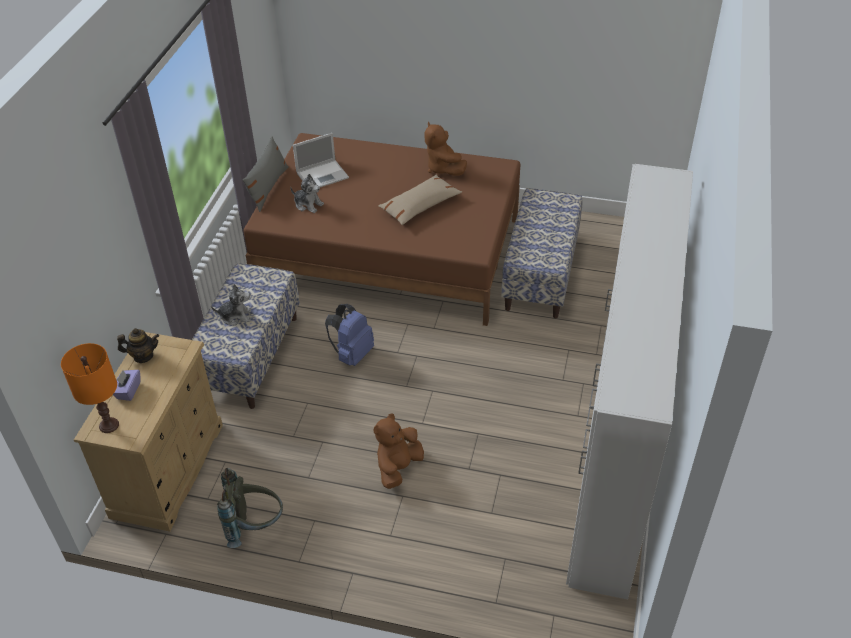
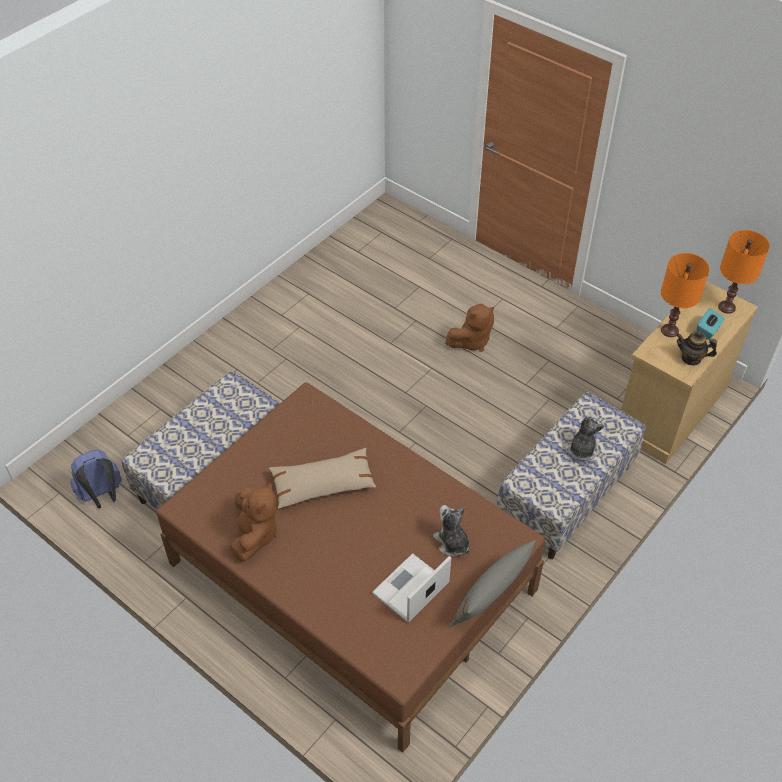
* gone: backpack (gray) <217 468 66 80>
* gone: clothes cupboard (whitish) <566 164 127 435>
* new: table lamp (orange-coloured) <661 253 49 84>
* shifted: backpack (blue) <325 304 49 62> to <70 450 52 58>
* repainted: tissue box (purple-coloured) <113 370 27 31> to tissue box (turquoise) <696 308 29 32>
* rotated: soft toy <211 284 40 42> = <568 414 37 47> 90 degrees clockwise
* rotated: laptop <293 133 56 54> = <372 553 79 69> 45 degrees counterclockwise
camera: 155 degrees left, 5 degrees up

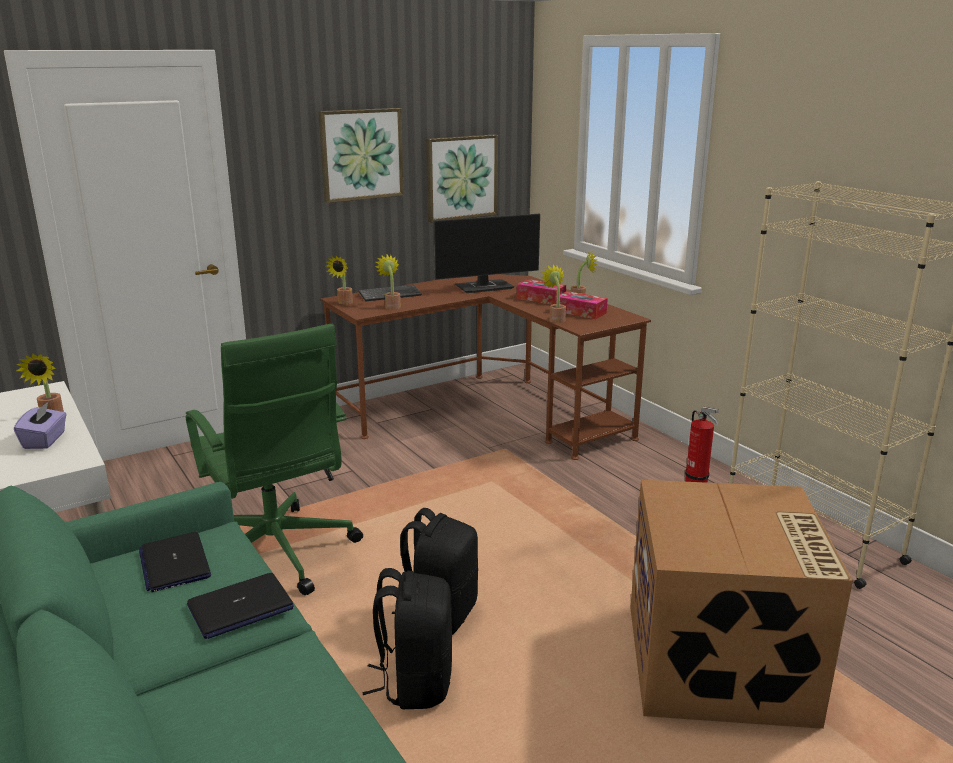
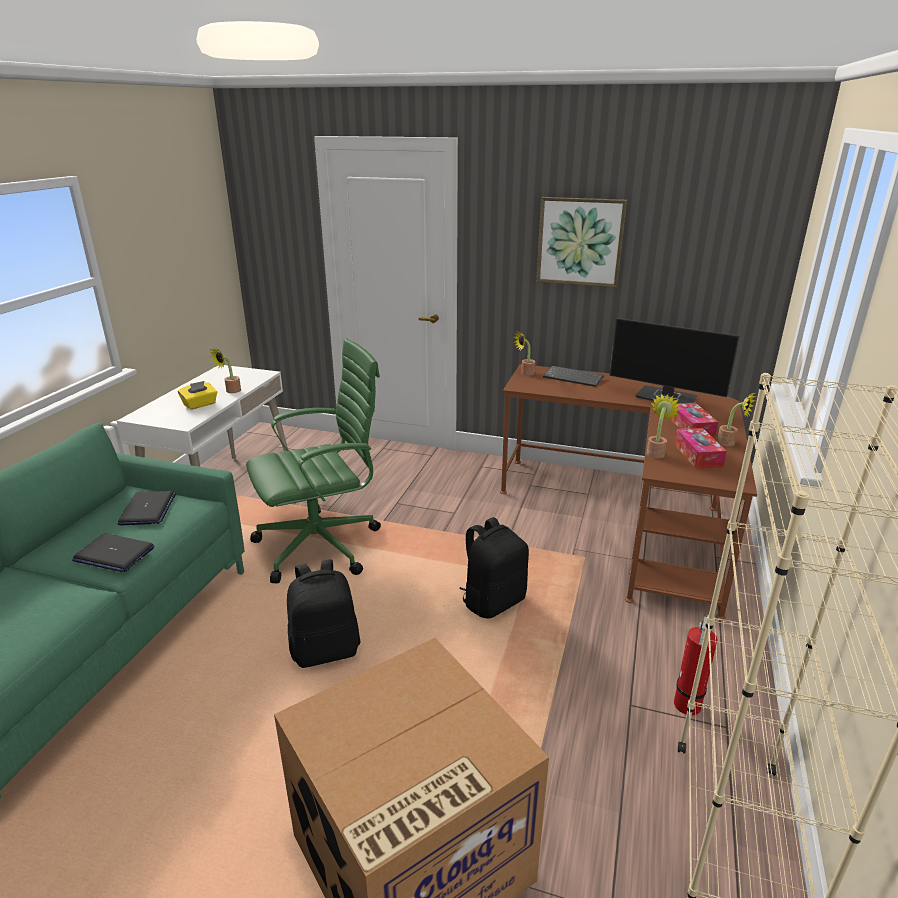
* gone: plant in a pot <375 255 26 55>
* gone: wall art <426 134 72 89>
* shifted: backpack (black) <362 568 90 141> to <459 517 70 101>
* repainted: tissue box (purple-coloured) <14 401 53 48> to tissue box (yellowish) <178 381 39 29>
* rotated: laptop <139 532 72 60> = <118 491 58 34> 150 degrees clockwise
* rotated: office chair (green) <186 324 177 271> = <246 338 135 246> 135 degrees counterclockwise
camera: 50 degrees right, 5 degrees up

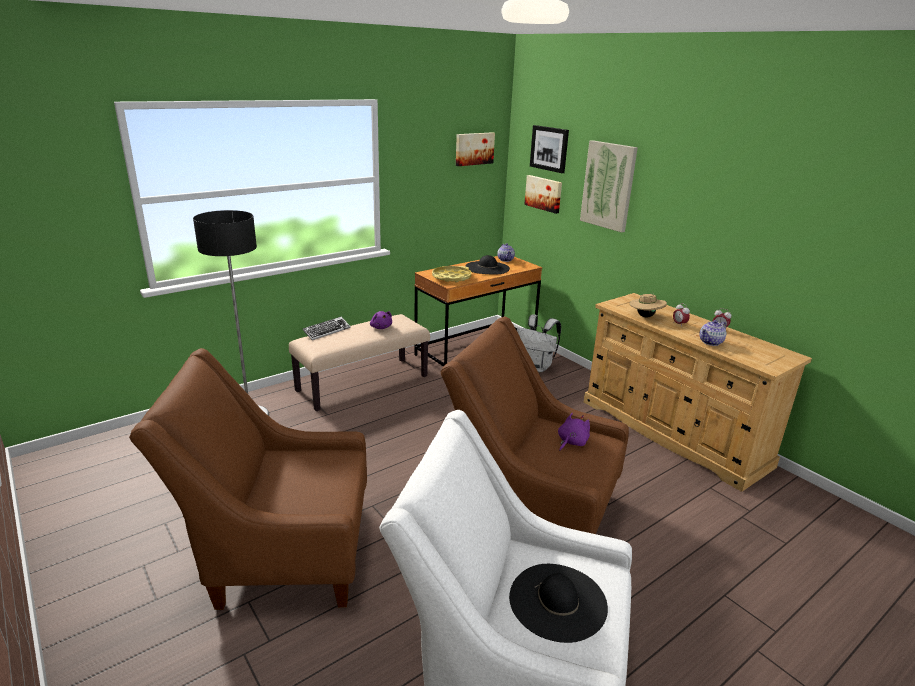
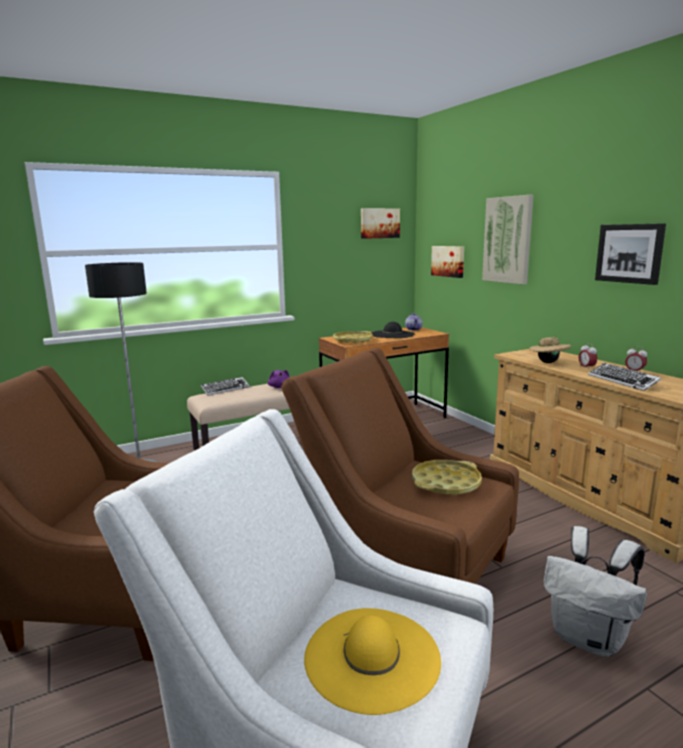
* shifted: backpack (whitish) <517 314 44 58> to <543 526 104 132>
* shifted: wall art <530 125 39 48> to <595 223 71 62>
* swapped: soft toy (purple-coloured) <558 413 32 38> to tray (yellowish) <412 460 70 35>
* swapped: pot for tea <699 320 27 26> to computer keyboard <588 363 73 28>
* repainted: wearable hat (black) <509 564 99 79> to wearable hat (yellowish) <304 608 137 107>
camera: 10 degrees right, 10 degrees down

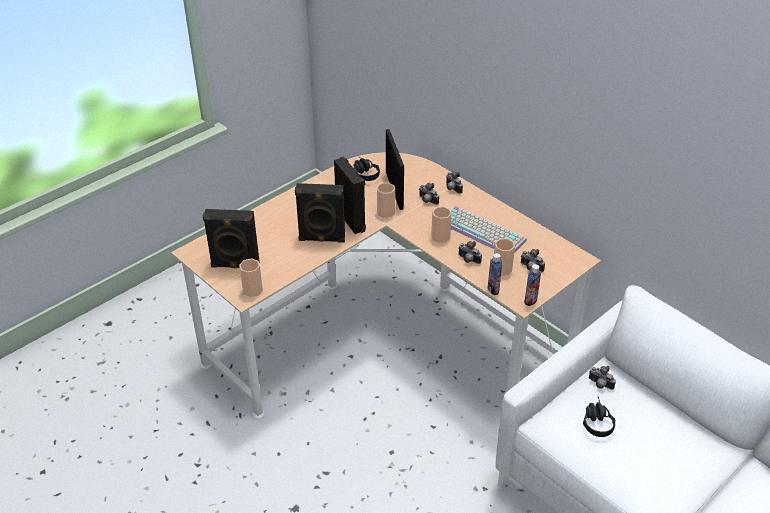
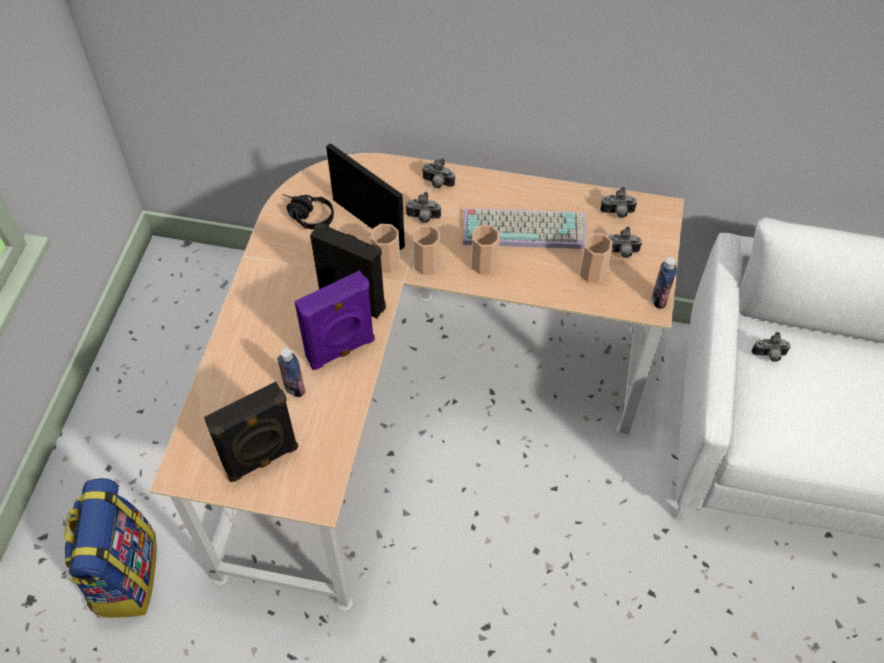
* gone: headphones (black) <583 397 32 40>
* new: backpack <64 478 92 140>
* shifted: small cup <239 258 24 39> to <413 225 28 50>
* shifted: still camera <458 241 24 23> to <600 187 37 31>
* shifted: beverage bottle <488 253 14 42> to <277 348 28 49>
* repainted: speaker (black) <295 183 50 60> to speaker (purple-coloured) <294 270 81 100>
camera: 35 degrees left, 15 degrees up

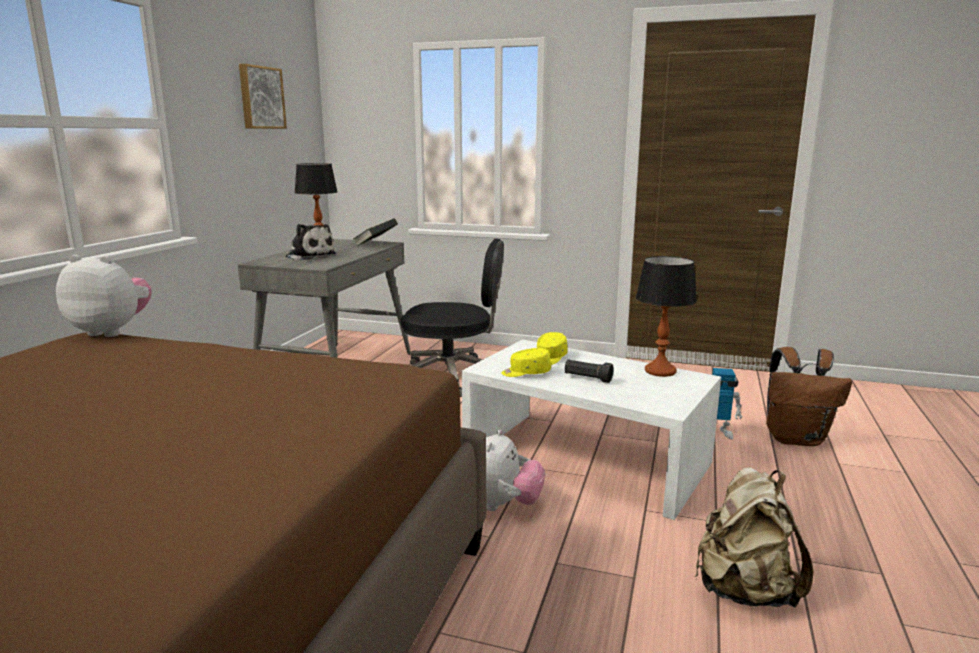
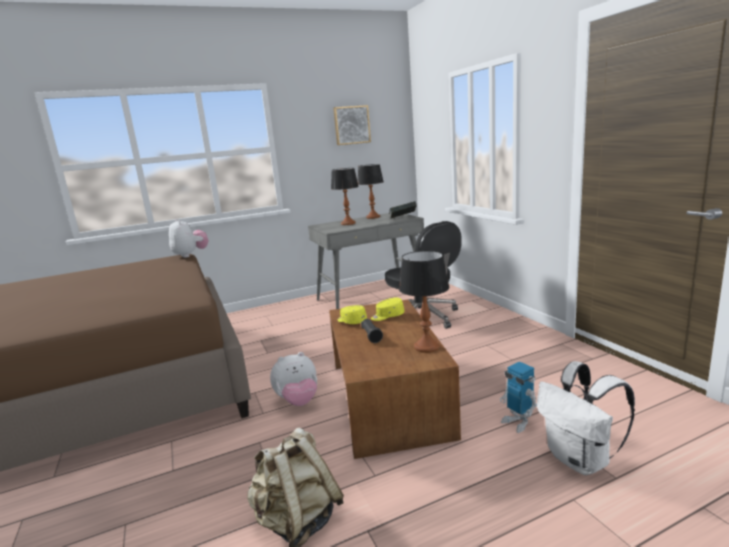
* swapped: soft toy <284 224 52 36> to table lamp <331 168 28 57>
* repainted: coffee table (whitish) <462 340 259 180> to coffee table (brown) <329 300 132 159>
* repainted: backpack (brown) <766 347 86 99> to backpack (whitish) <537 361 98 114>
camera: 50 degrees right, 0 degrees up

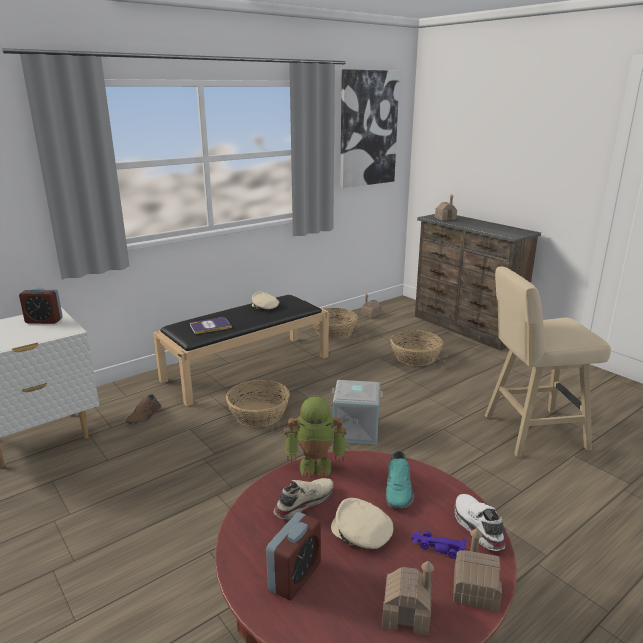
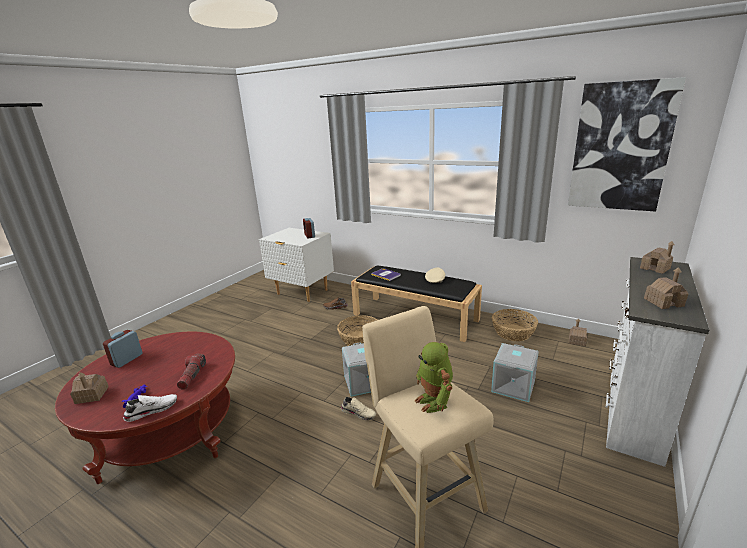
* gone: baseball cap (sand-coloured) <331 498 62 51>
* shifted: item of footwear (sand-coloured) <273 478 61 41> to <341 397 35 23>
* shifted: model robot <285 395 61 84> to <415 342 38 71>
* shifted: toy house <453 528 49 84> to <644 267 44 42>
* swapped: item of footwear (turquoise) <386 451 28 57> to hand torch <177 353 29 37>
* swapped: storage basket <390 330 53 36> to storage box (gray) <491 343 48 59>
* repainted: drawer chest (brown) <415 214 126 137> to drawer chest (whitish) <606 257 103 210>
* rotated: table clock <266 512 55 89> = <103 330 40 38> 105 degrees clockwise
camera: 70 degrees right, 0 degrees up

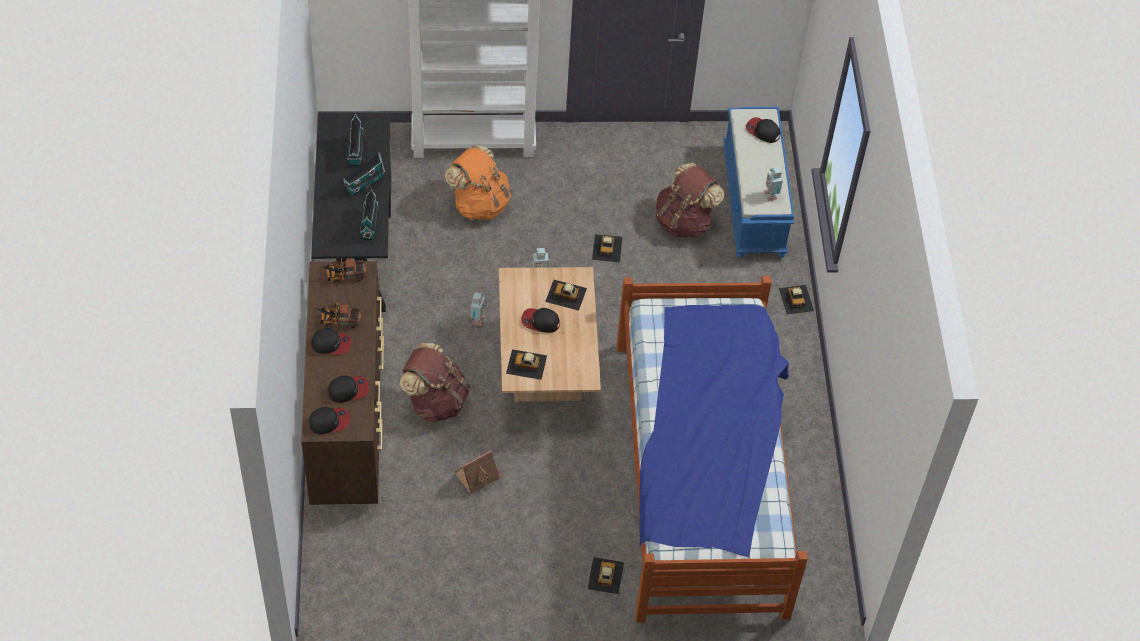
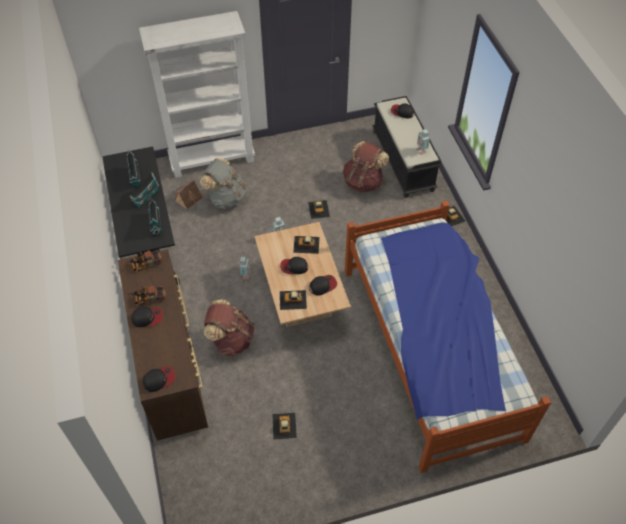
* shifted: baseball cap <328 376 41 27> to <309 275 28 20>
* shifted: toy house <455 450 49 44> to <174 180 30 29>
* shifted: toy car <588 557 36 37> to <272 413 25 27>
* repainted: backpack (orange-coloured) <445 145 66 75> to backpack (gray) <200 158 47 51>
* repainted: bench (blue) <723 107 71 151> to bench (black) <372 96 70 102>
camera: 10 degrees left, 0 degrees up

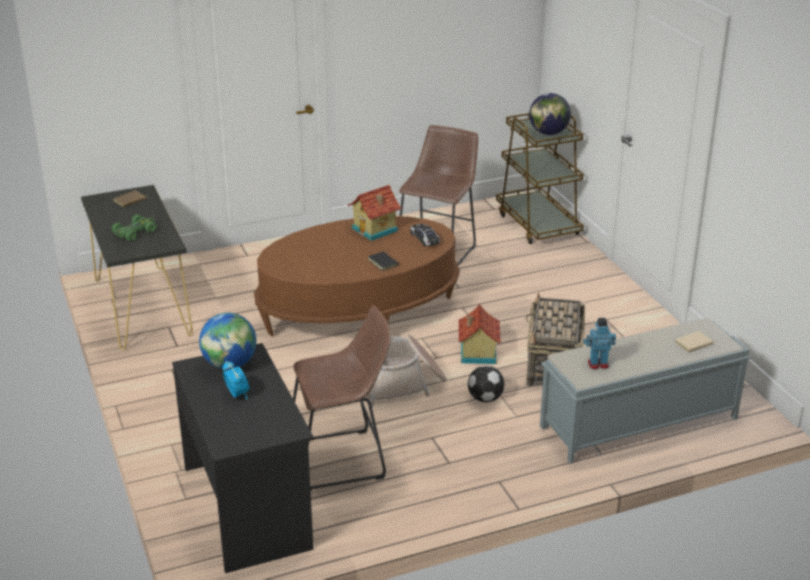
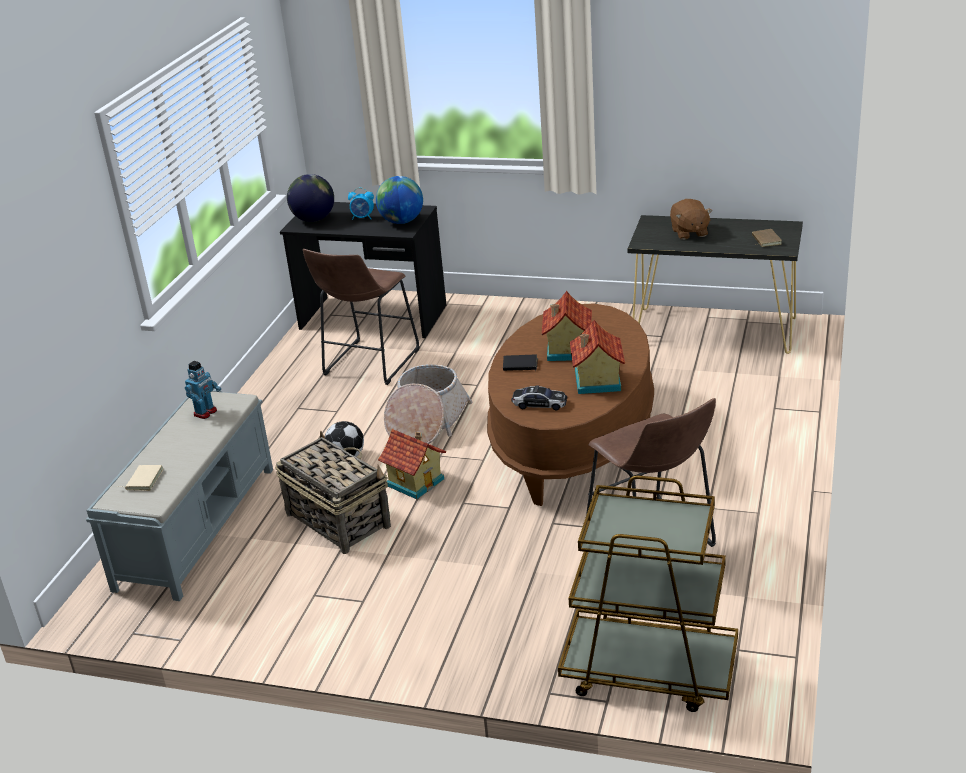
* new: toy house <542 291 50 70>
* shifted: world globe <529 93 42 42> to <287 174 47 48>
* swapped: toy car (green) <112 214 44 27> to soft toy (brown) <670 199 42 41>
camera: 130 degrees right, 0 degrees up

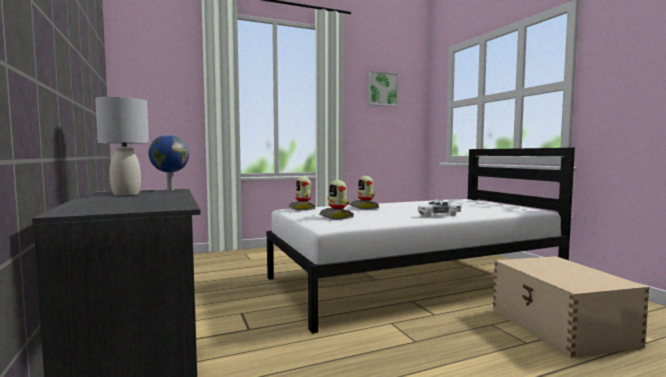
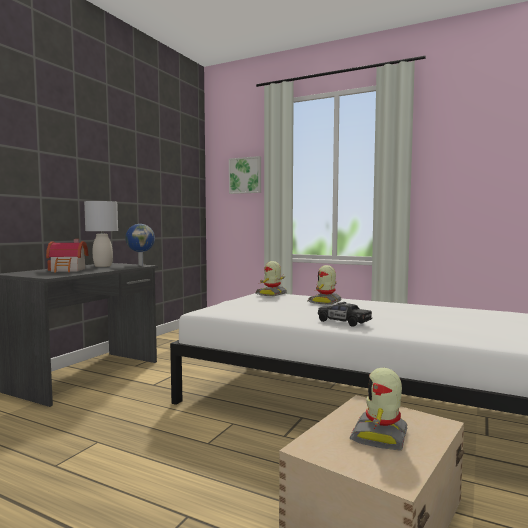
* new: toy house <46 239 43 33>
* shifted: model robot <319 180 35 39> to <349 368 58 83>
* shifted: wall art <368 71 30 35> to <229 156 32 38>
* repainted: toy car (whitish) <418 200 44 17> to toy car (black) <318 302 54 25>
camera: 50 degrees right, 0 degrees up

